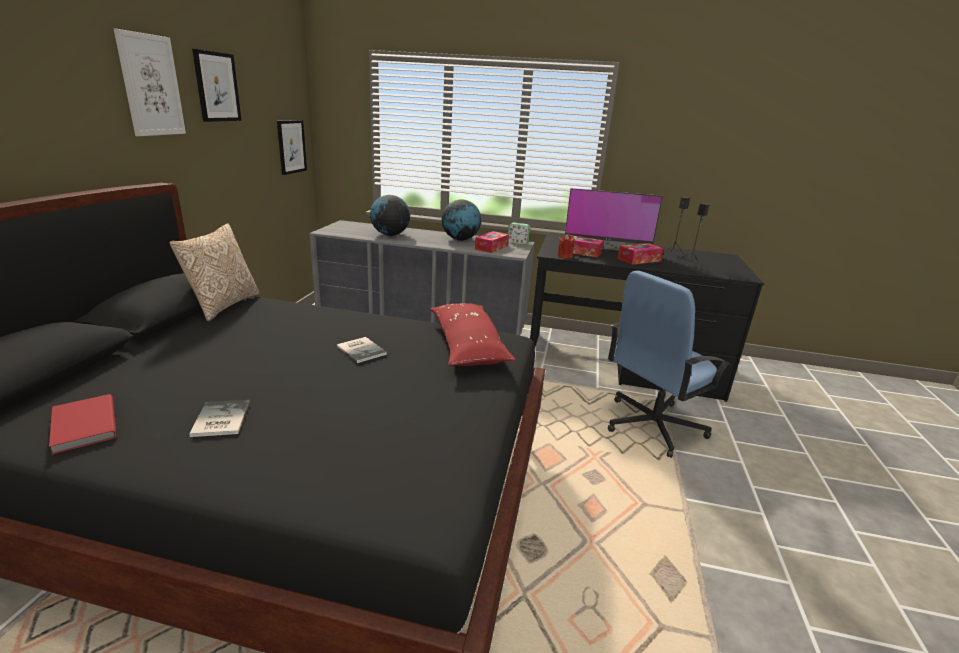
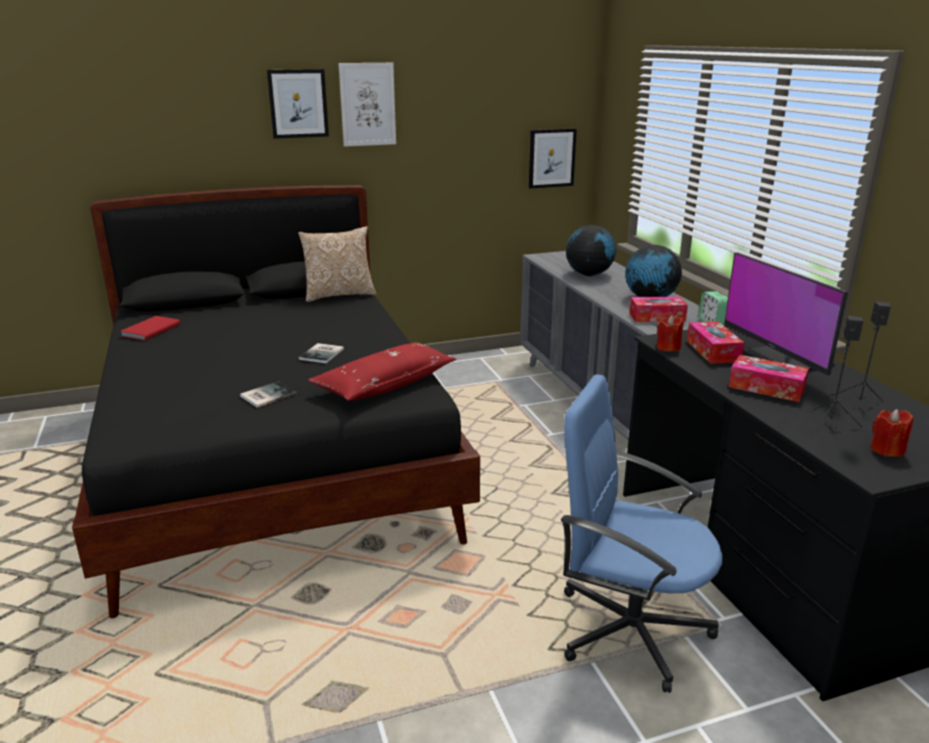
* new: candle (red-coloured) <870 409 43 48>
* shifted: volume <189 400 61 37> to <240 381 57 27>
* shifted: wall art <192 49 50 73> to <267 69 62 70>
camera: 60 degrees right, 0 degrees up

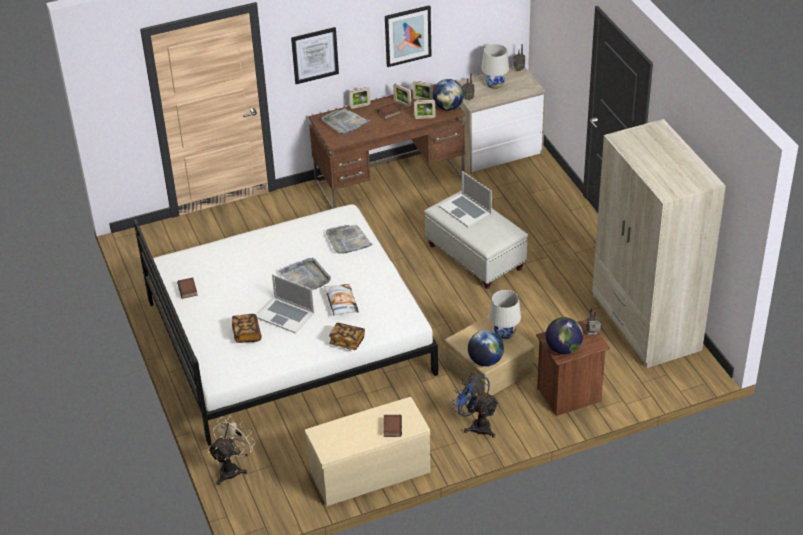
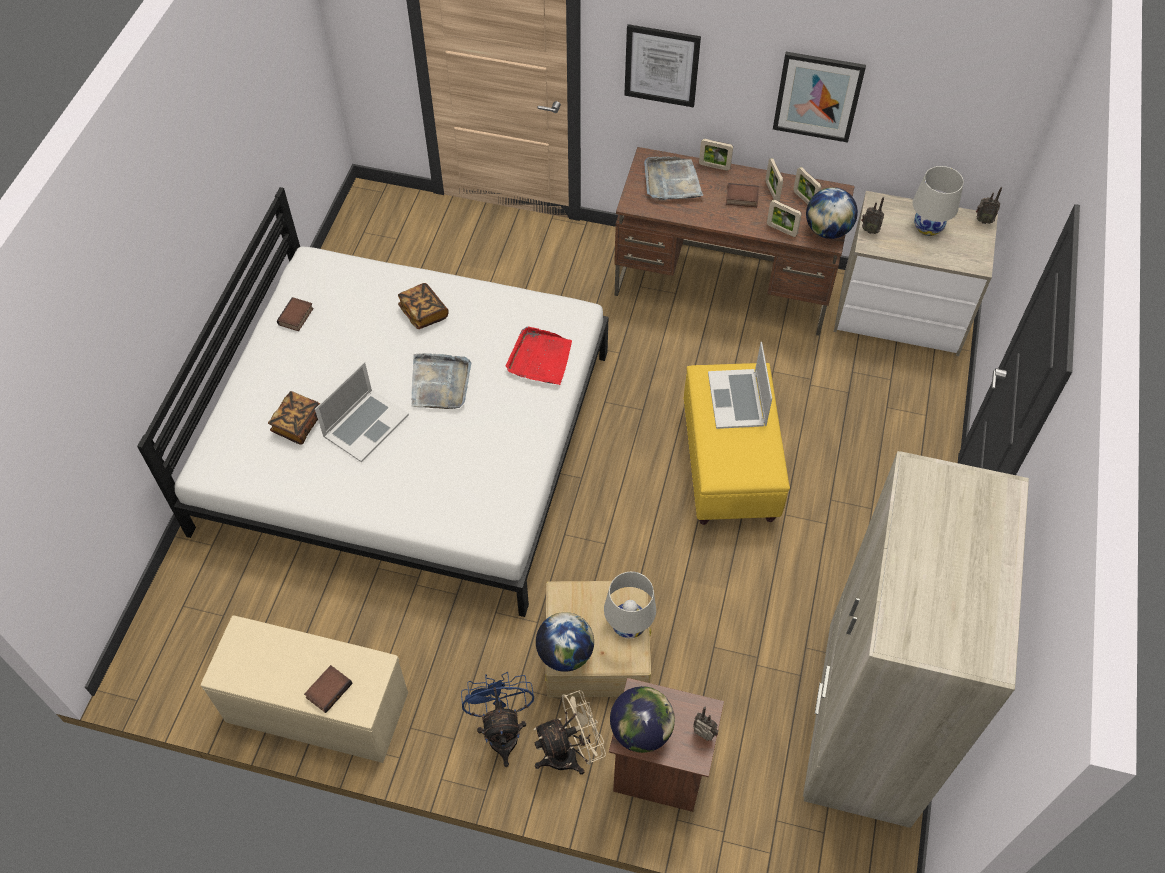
* gone: pillow <324 284 35 32>
* shifted: electric fan (sand-coloured) <208 416 48 69> to <533 690 73 85>
* shifted: volume <329 323 36 27> to <398 283 51 46>
* repainted: tray (gray) <326 225 47 29> to tray (red-coloured) <505 327 67 58>
* repainted: pouffe (whitish) <424 190 104 99> to pouffe (yellowish) <683 363 107 162>
* rotated: laptop <257 274 57 60> = <315 362 94 100> 120 degrees counterclockwise
camera: 35 degrees right, 15 degrees up

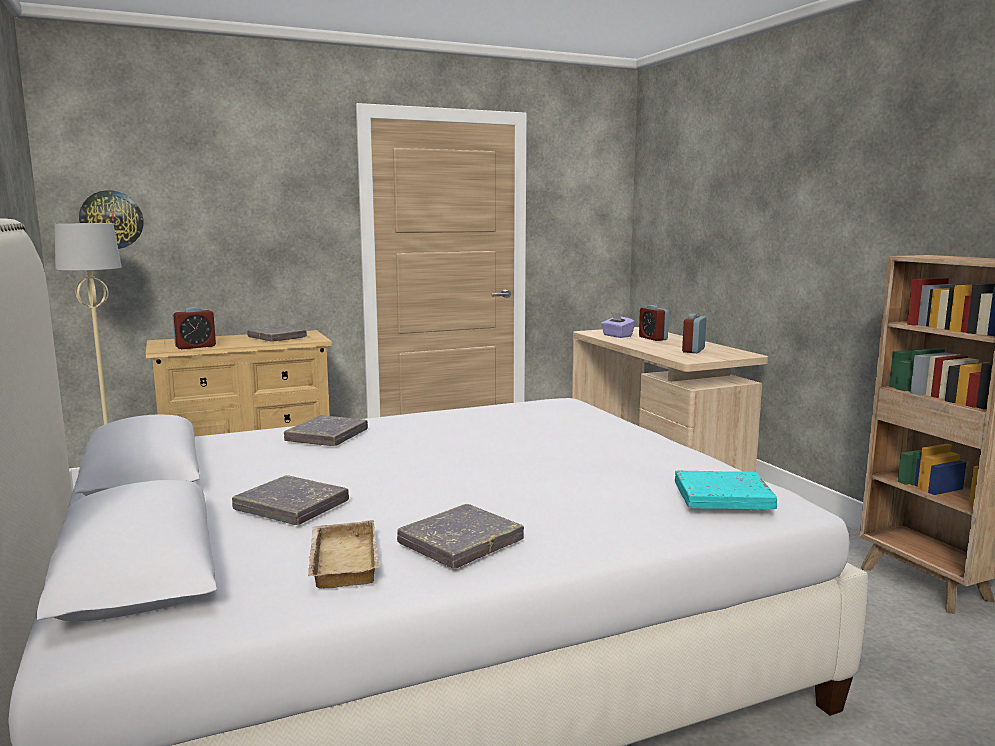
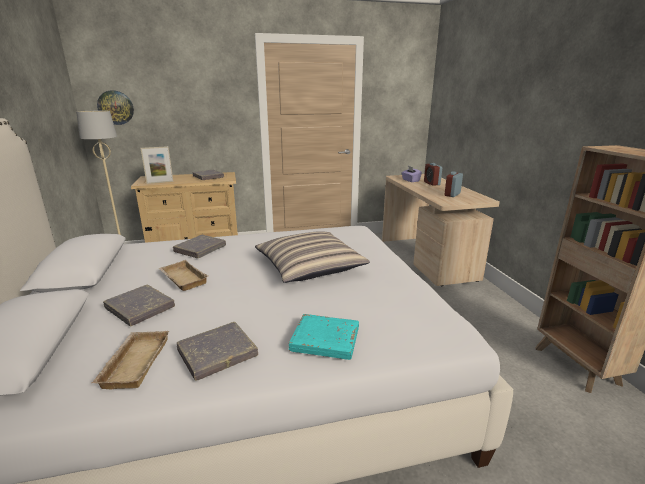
* new: tray (sand-coloured) <159 260 50 31>
* new: pillow <255 231 115 52>
* shifted: volume (turquoise) <675 471 102 39> to <289 314 70 46>
* swapped: table clock <172 307 44 42> to picture frame <141 146 33 38>
camera: 10 degrees right, 10 degrees up

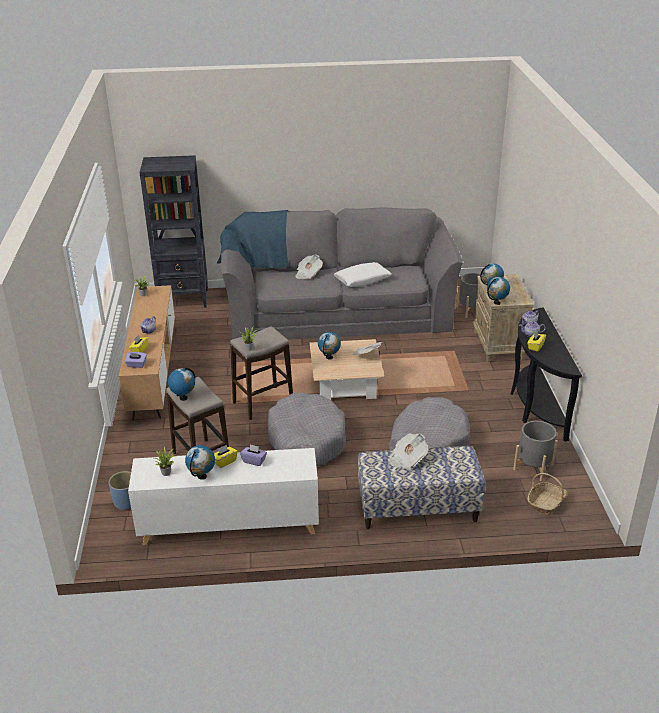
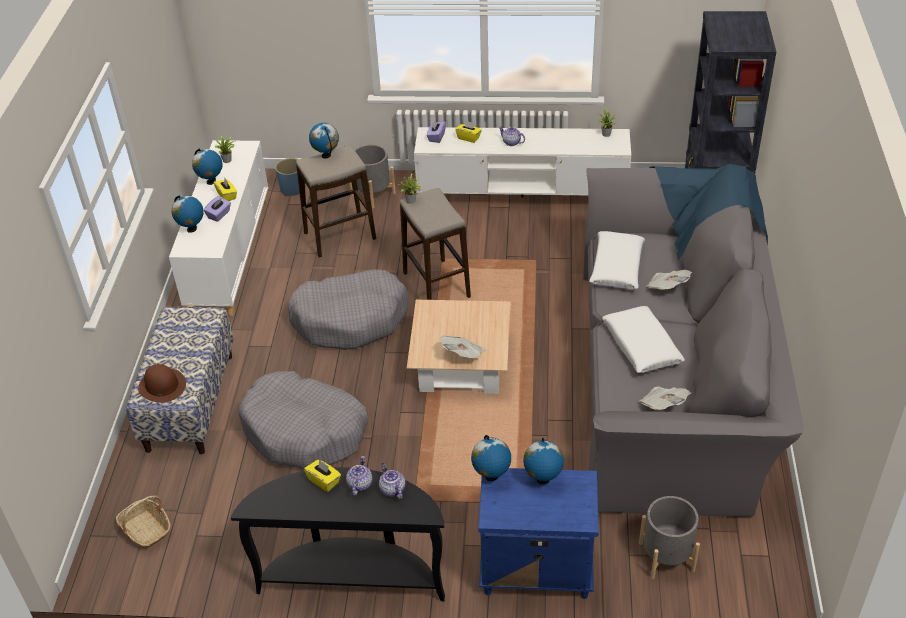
* new: wearable hat (brown) <138 364 48 38>
* new: pillow (whitish) <589 231 56 59>
* shifted: world globe <318 332 23 28> to <172 195 31 38>
* shifted: newspaper <389 433 39 37> to <639 386 52 24>
* shifted: plant pot (gray) <513 421 45 60> to <350 144 46 64>
* repainted: media console (brown) <119 285 56 135> to media console (whitish) <414 127 217 71>
* repainted: bedside table (sand-coloured) <473 274 61 89> to bedside table (blue) <478 468 121 131>
camera: 100 degrees right, 10 degrees up

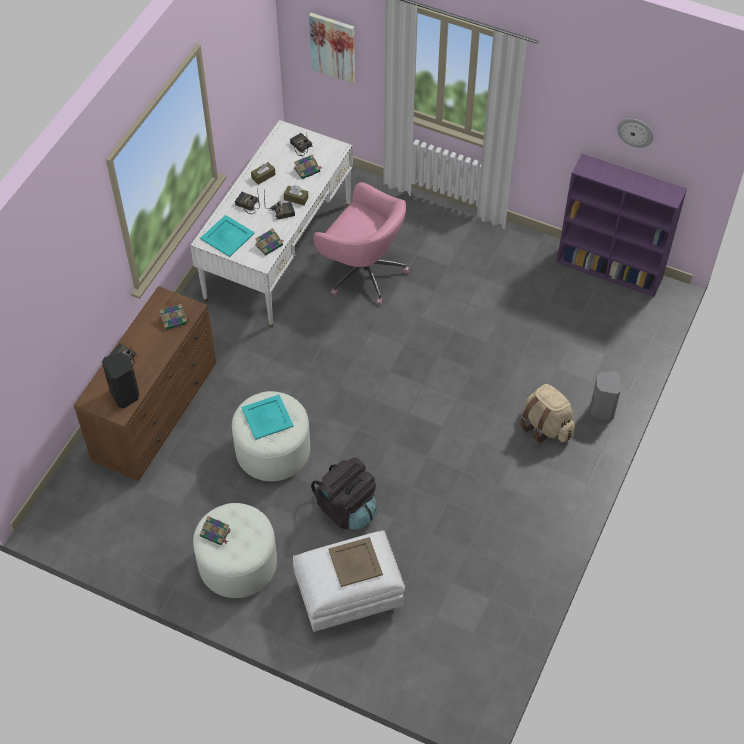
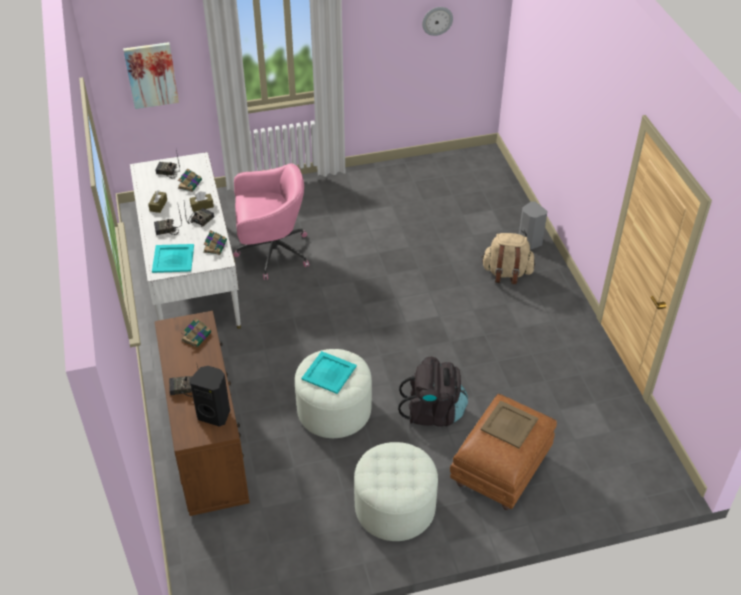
* gone: volume <200 516 31 29>
* gone: shelving unit (purple-coloured) <557 154 130 143>
* repainted: pouffe (whitish) <293 530 112 102> to pouffe (brown) <450 394 107 116>
camera: 40 degrees left, 10 degrees down

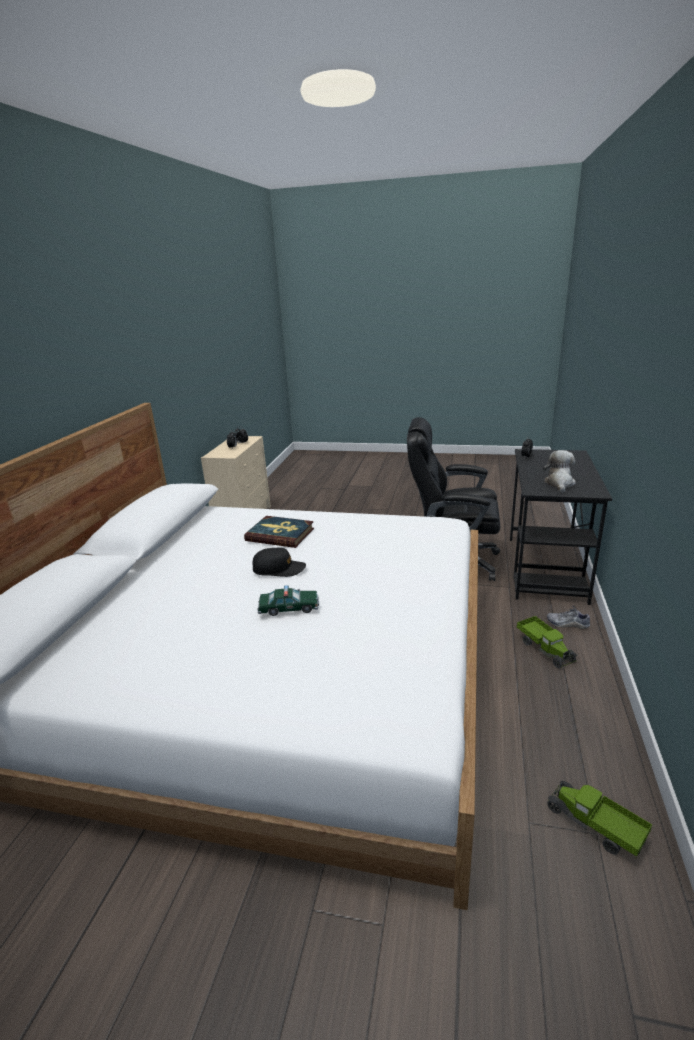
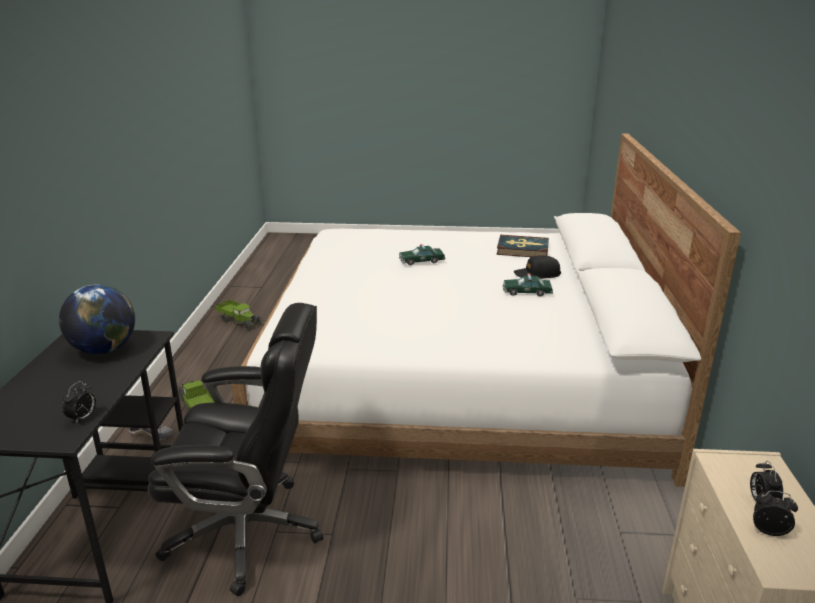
* new: toy car <503 274 50 22>
* shifted: volume <244 516 70 32> to <497 235 52 22>
* shifted: baseball cap (black) <253 548 53 29> to <514 255 47 24>
* swapped: soft toy <543 450 33 43> to world globe <59 284 76 70>
camera: 170 degrees right, 0 degrees up

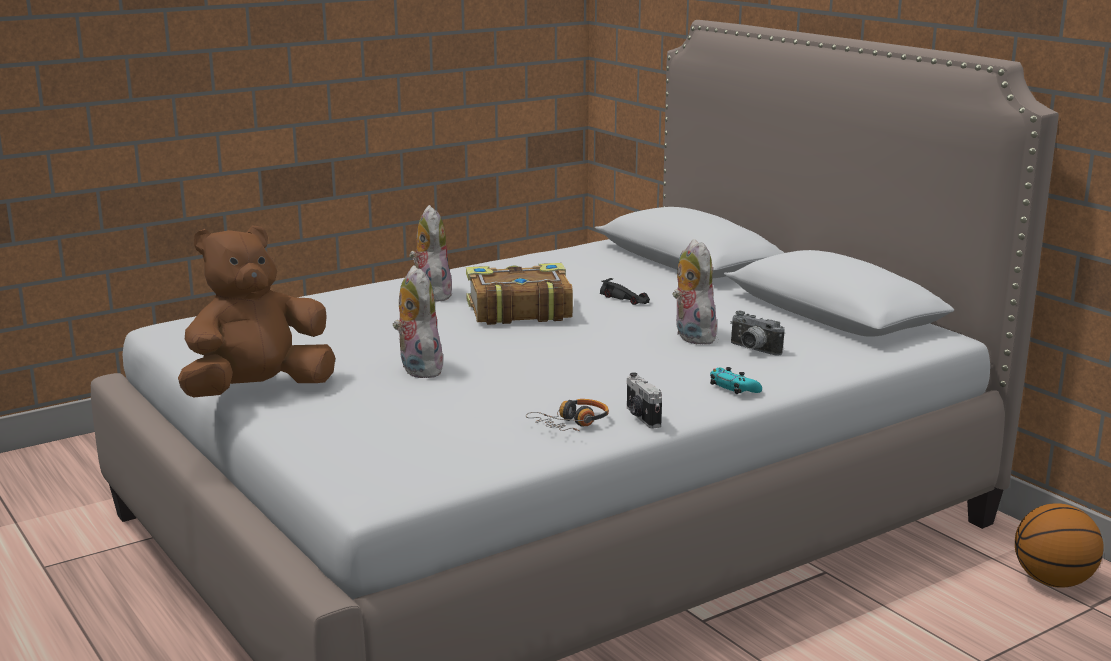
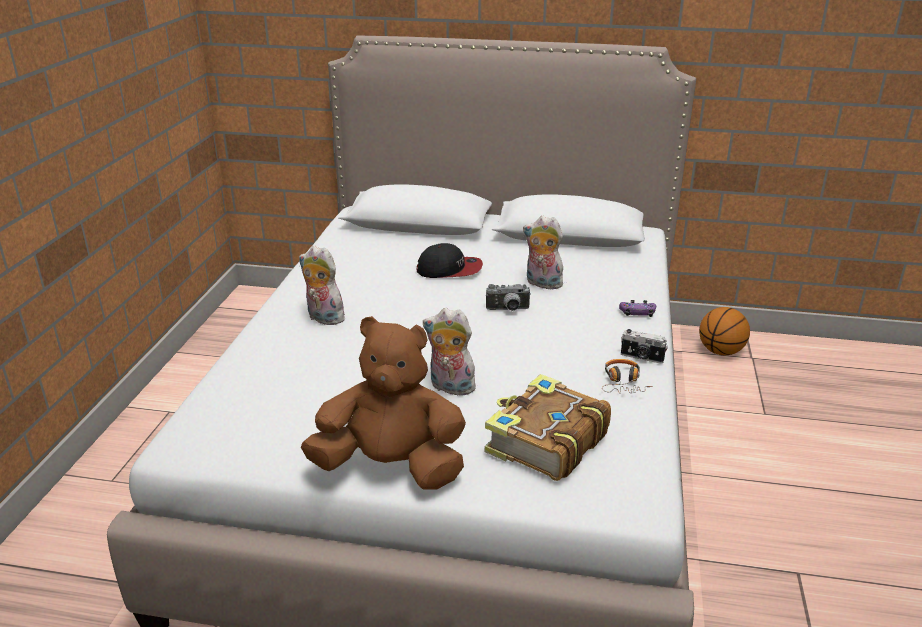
* shifted: volume <466 263 107 62> to <485 374 126 107>
* shifted: still camera <730 311 55 45> to <486 284 45 27>
* swapped: toy car (black) <600 278 50 27> to baseball cap <417 243 66 35>
* repainted: joypad (turquoise) <710 367 52 27> to joypad (purple-coloured) <619 300 37 17>
* rotated: soft toy (brown) <178 225 157 172> = <301 316 165 174> 90 degrees clockwise
camera: 45 degrees left, 10 degrees up

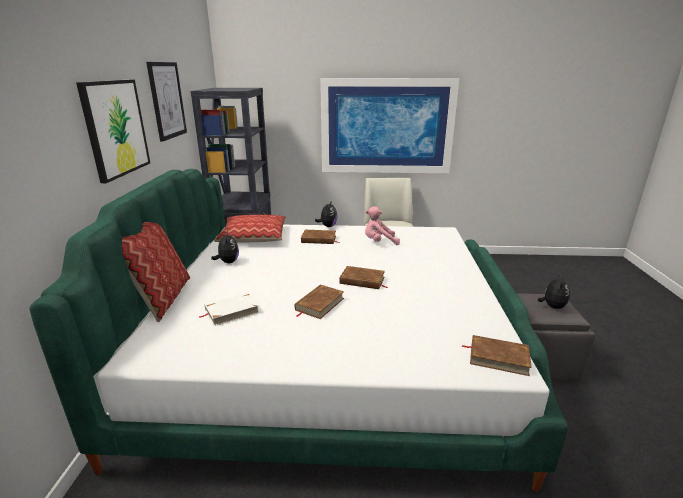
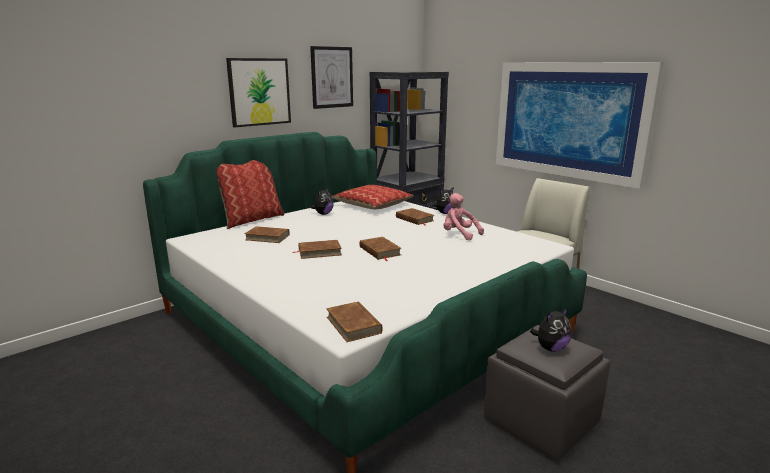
* repainted: volume (whitish) <199 292 61 34> to volume (brown) <245 226 45 17>
camera: 45 degrees right, 5 degrees down

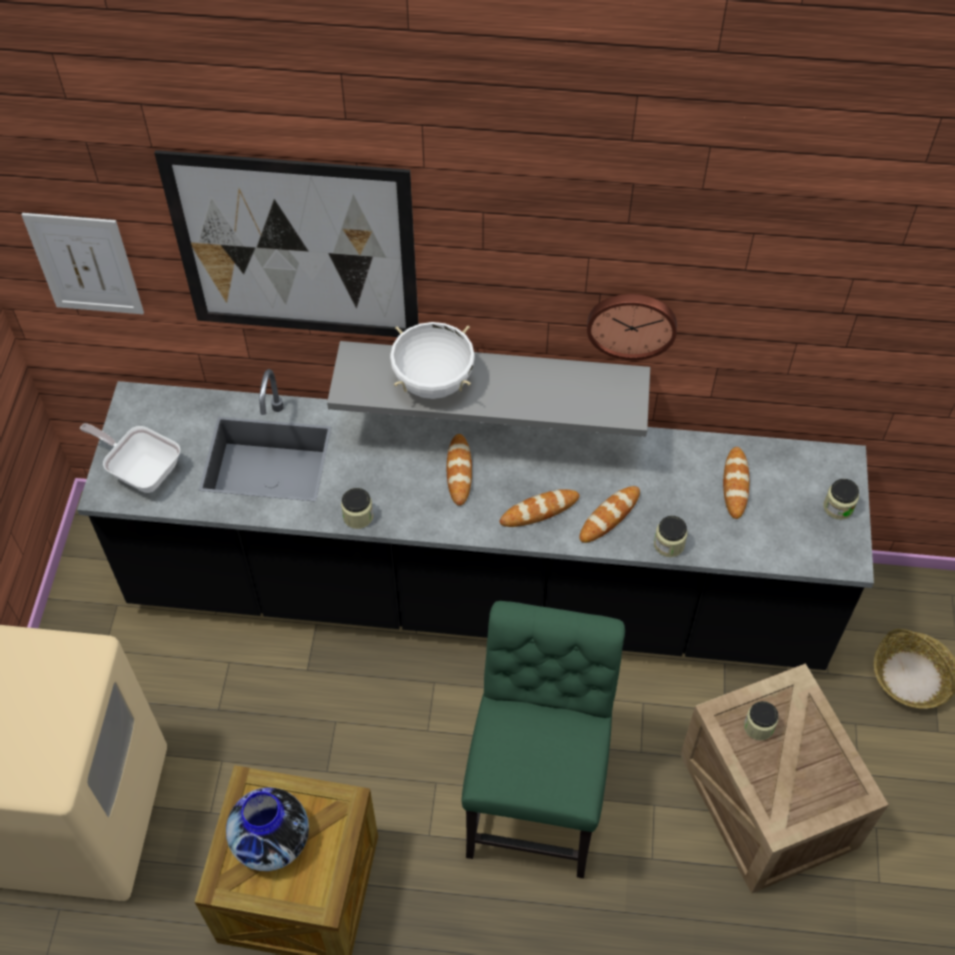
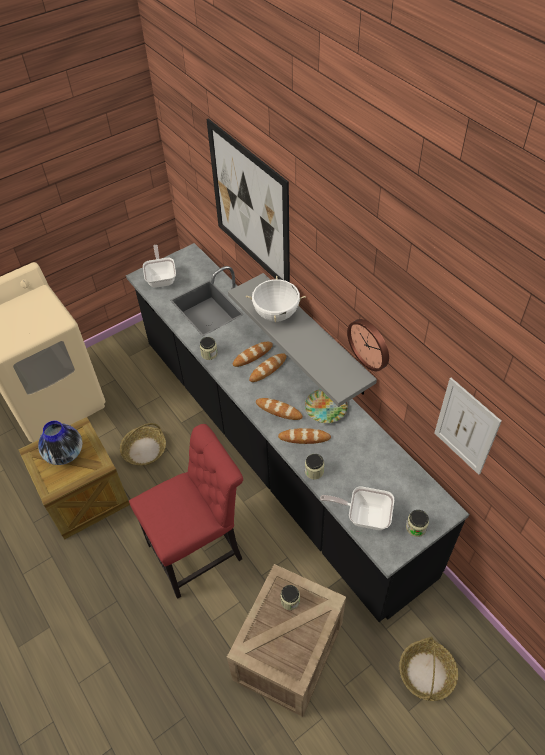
* new: storage basket <120 423 46 43>
* new: dinner plate <305 389 43 34>
* new: skillet <320 487 74 43>
* shifted: wall art <21 213 123 101> to <434 378 68 97>
* shifted: bakery bread <723 447 26 72> to <233 342 40 25>
* repainted: plain chair (green) <462 601 163 277> to plain chair (red-coloured) <129 424 114 175>
camera: 50 degrees right, 5 degrees down

